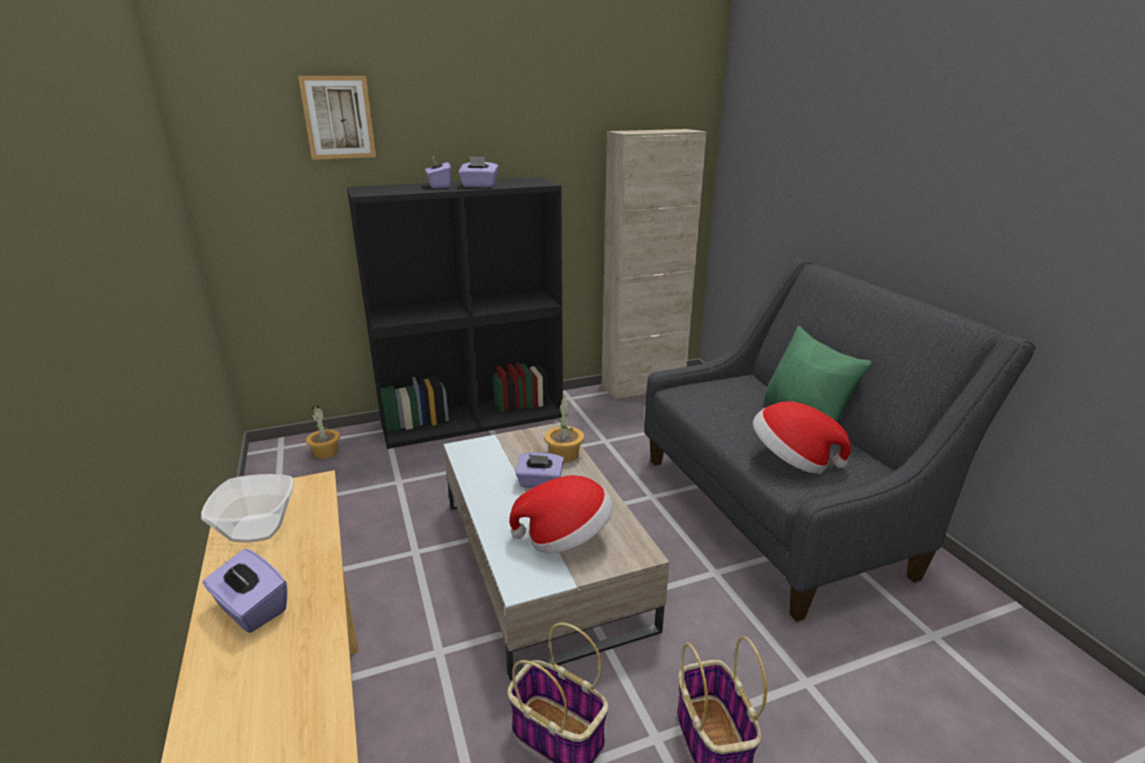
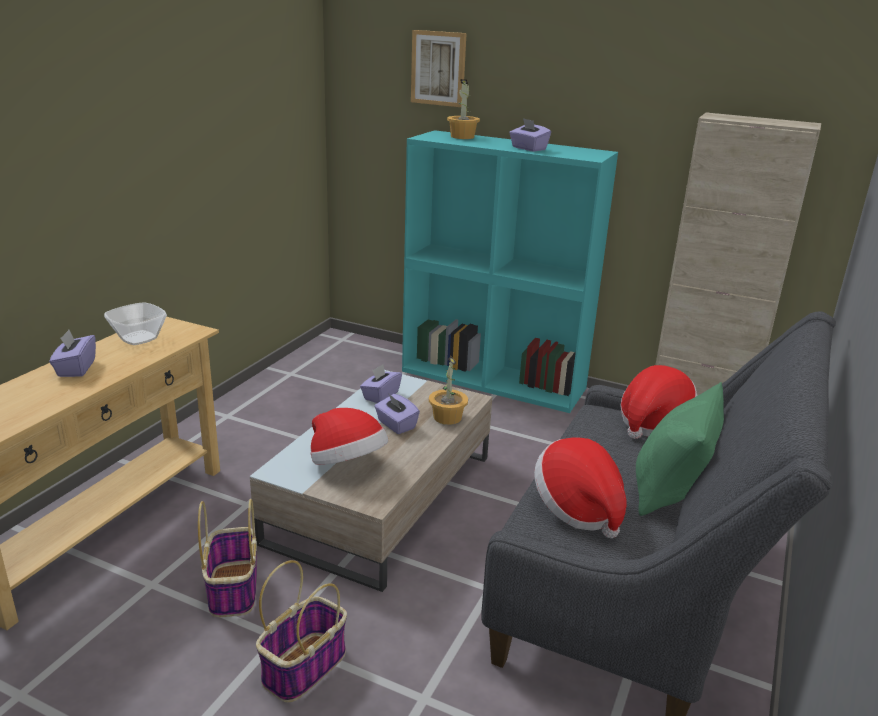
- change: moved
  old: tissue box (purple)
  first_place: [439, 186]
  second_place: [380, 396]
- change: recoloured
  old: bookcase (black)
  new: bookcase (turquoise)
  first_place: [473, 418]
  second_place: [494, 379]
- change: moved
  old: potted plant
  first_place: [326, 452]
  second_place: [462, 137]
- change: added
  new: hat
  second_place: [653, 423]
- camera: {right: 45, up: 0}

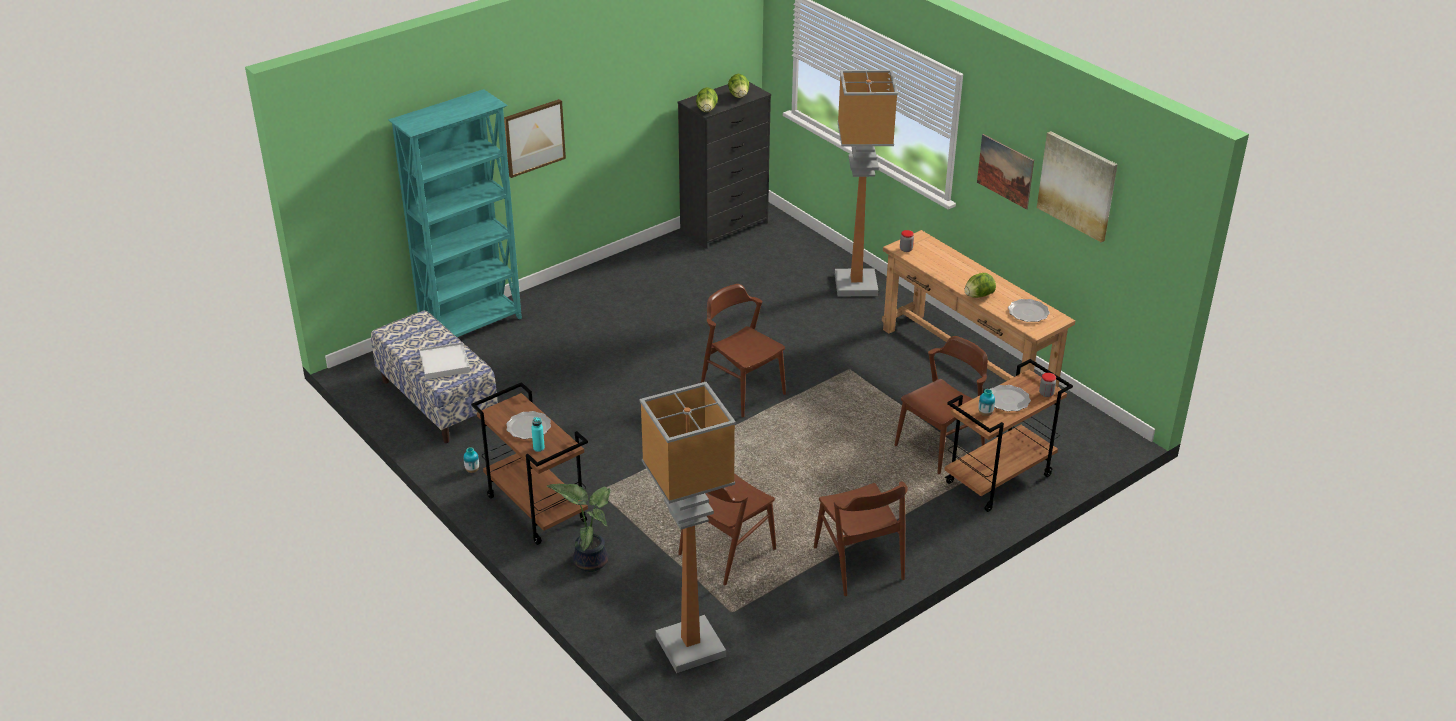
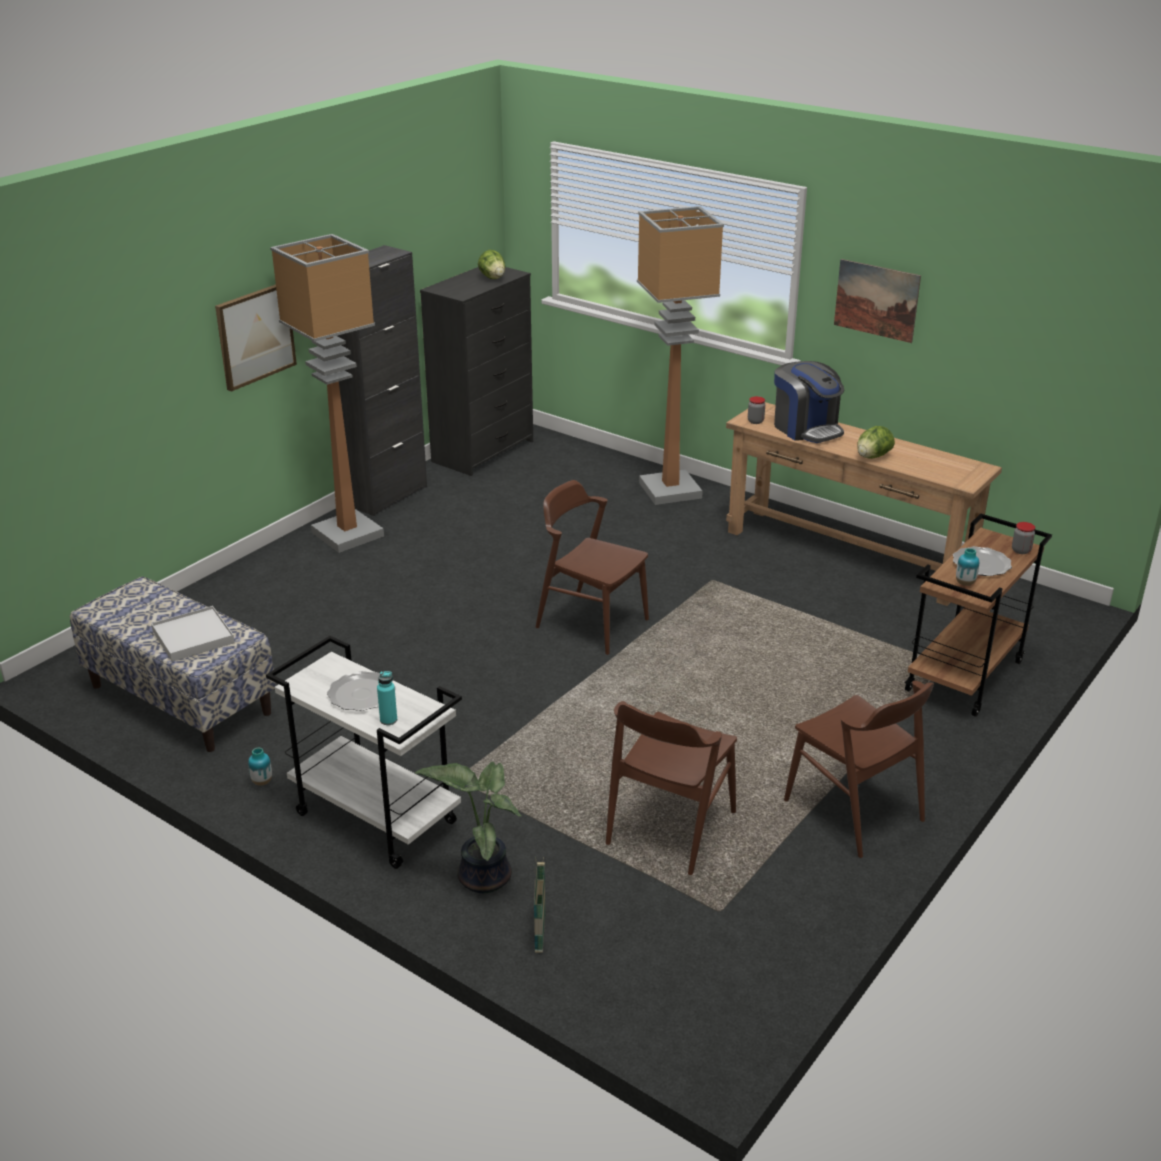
- change: recoloured
  old: cart (brown)
  new: cart (white)
  first_place: [535, 508]
  second_place: [374, 818]
- change: moved
  old: floor lamp
  first_place: [691, 645]
  second_place: [348, 533]
- change: added
  new: cabinet (black)
  second_place: [388, 496]
- change: added
  new: basket
  second_place: [540, 932]
- change: added
  new: coffee machine
  second_place: [806, 428]
- change: removed
  old: bookcase (turquoise)
  first_place: [472, 326]
- change: removed
  old: lettuce
  first_place: [707, 110]
- change: removed
  old: chair (brown)
  first_place: [940, 445]
- change: removed
  old: plate
  first_place: [1028, 312]
- change: removed
  old: picture
  first_place: [1077, 185]
- camera: {right: -15, up: -5}

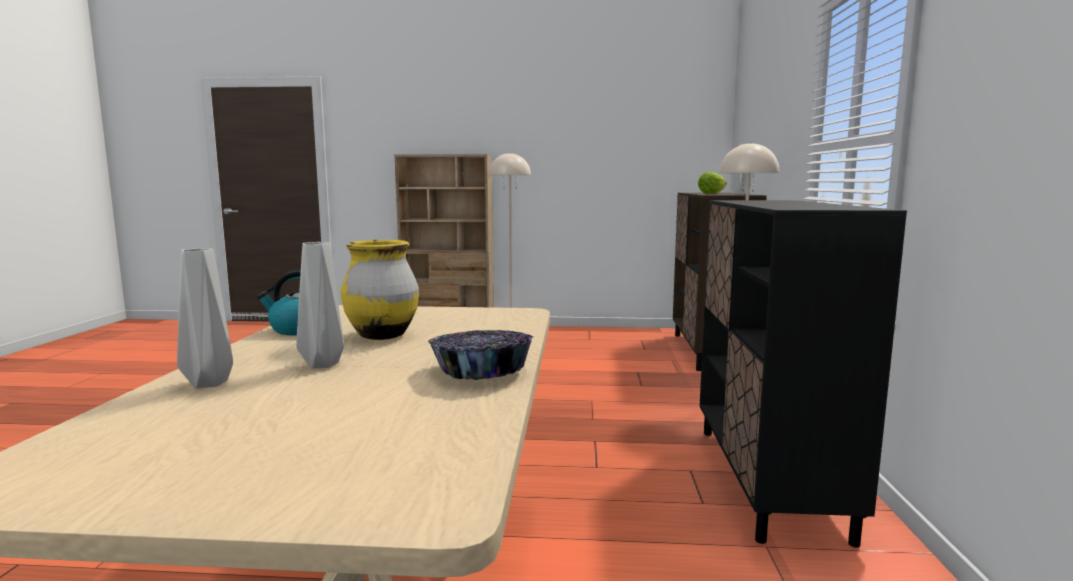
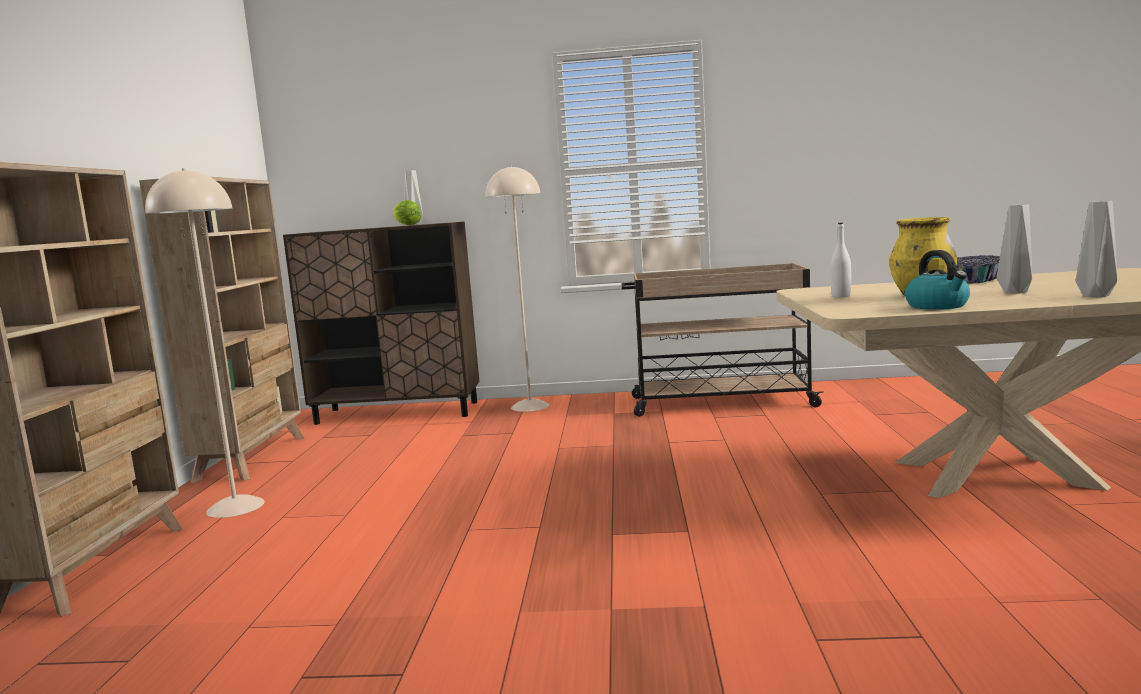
- change: added
  new: bookcase (beige)
  second_place: [253, 458]
- change: replaced
  old: cabinet (black)
  new: cart (beige)
  first_place: [768, 480]
  second_place: [719, 402]
- change: added
  new: bottle (white)
  second_place: [841, 296]
- camera: {right: -90, up: 0}

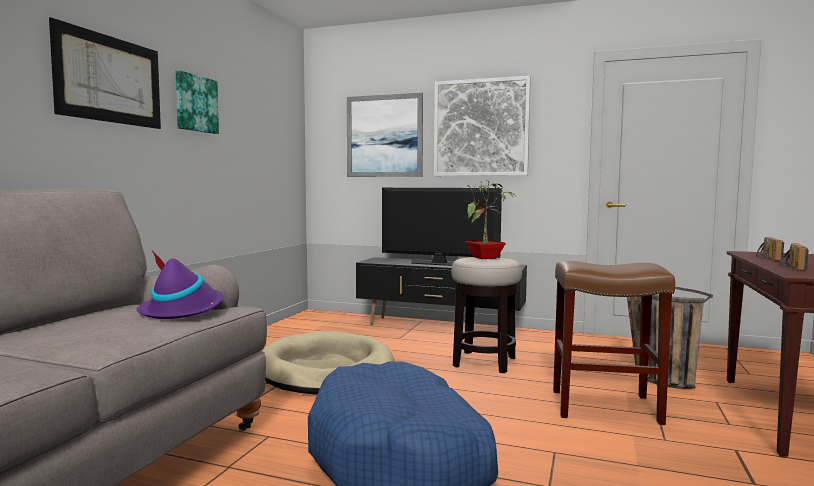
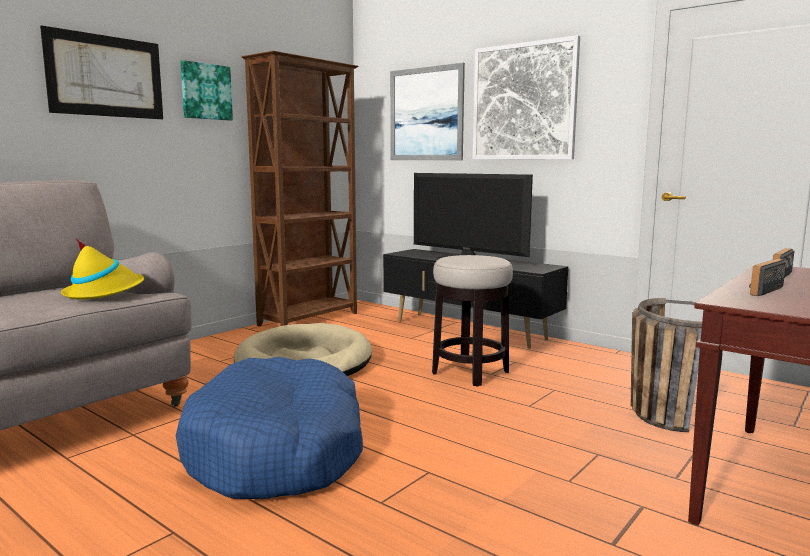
- change: recoloured
  old: hat (purple)
  new: hat (yellow)
  first_place: [183, 310]
  second_place: [104, 292]
- change: added
  new: bookcase (brown)
  second_place: [310, 319]
- change: removed
  old: potted plant
  first_place: [485, 258]
- change: removed
  old: stool (brown)
  first_place: [606, 406]
- camera: {right: 20, up: 5}

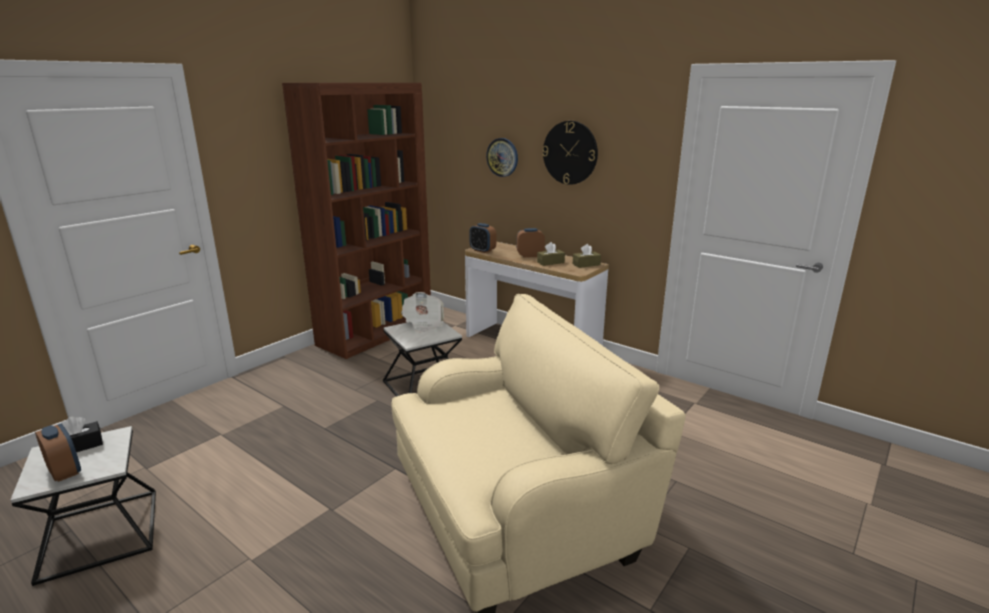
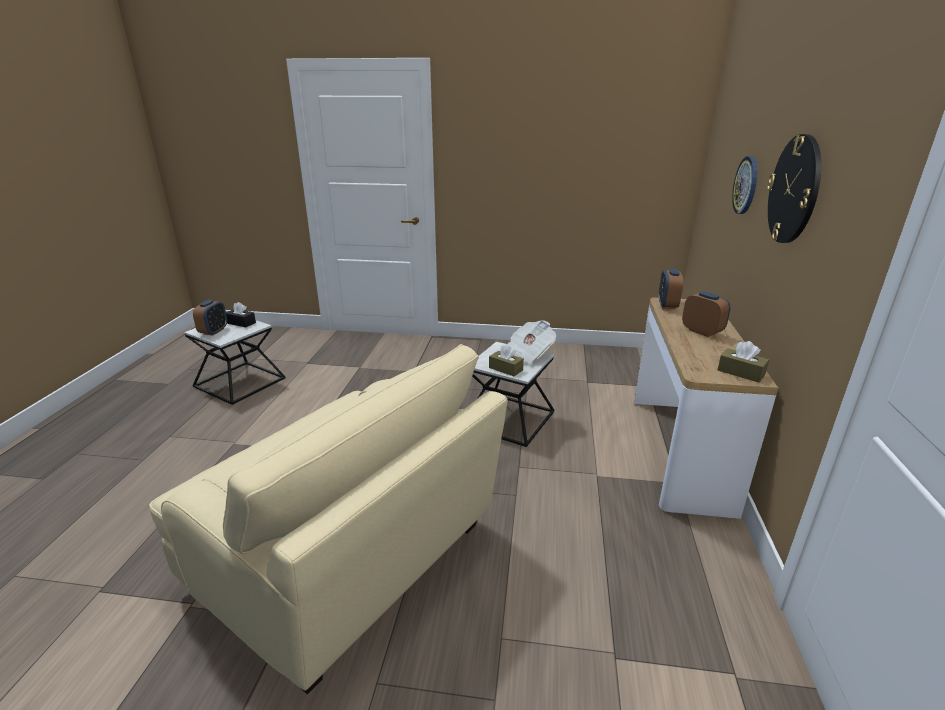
- change: moved
  old: tissue box (brown)
  first_place: [550, 262]
  second_place: [505, 369]
- change: removed
  old: bookcase (brown)
  first_place: [376, 333]
- camera: {right: 60, up: 5}

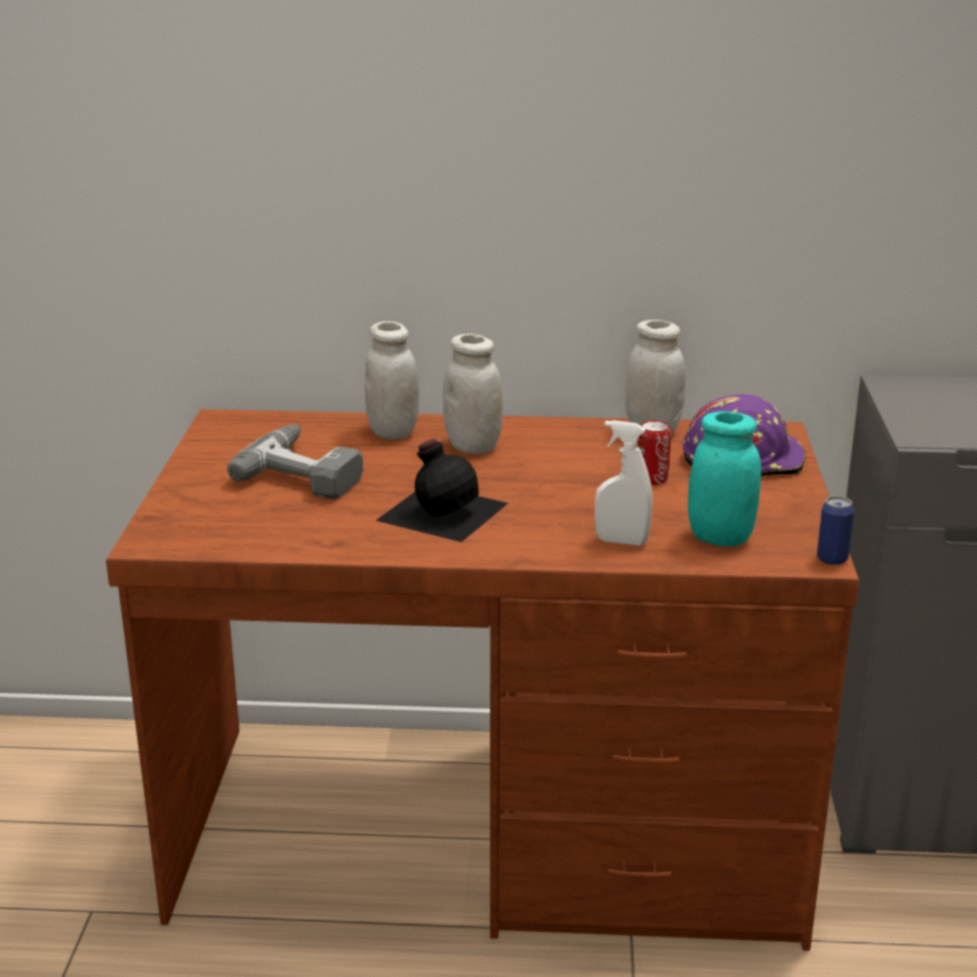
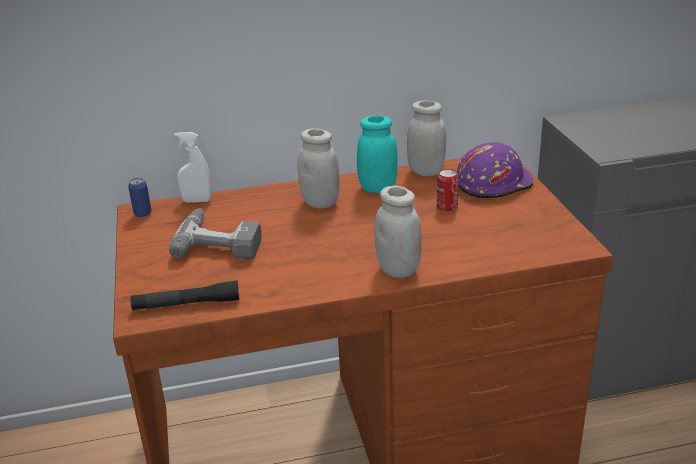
- change: moved
  old: can
  first_place: [832, 559]
  second_place: [142, 213]
- change: added
  new: flashlight (black)
  second_place: [186, 304]
- change: moved
  old: spray bottle (white)
  first_place: [621, 541]
  second_place: [197, 201]
- change: moved
  old: jar (turquoise)
  first_place: [720, 538]
  second_place: [377, 188]
- change: moved
  old: jar (white)
  first_place: [393, 432]
  second_place: [398, 270]
- change: removed
  old: bottle (black)
  first_place: [442, 510]
- camera: {right: -15, up: 5}

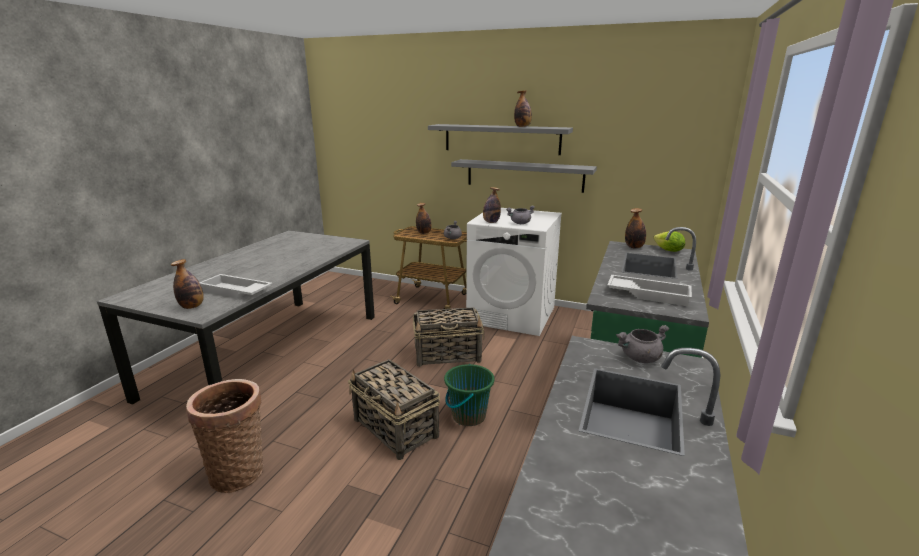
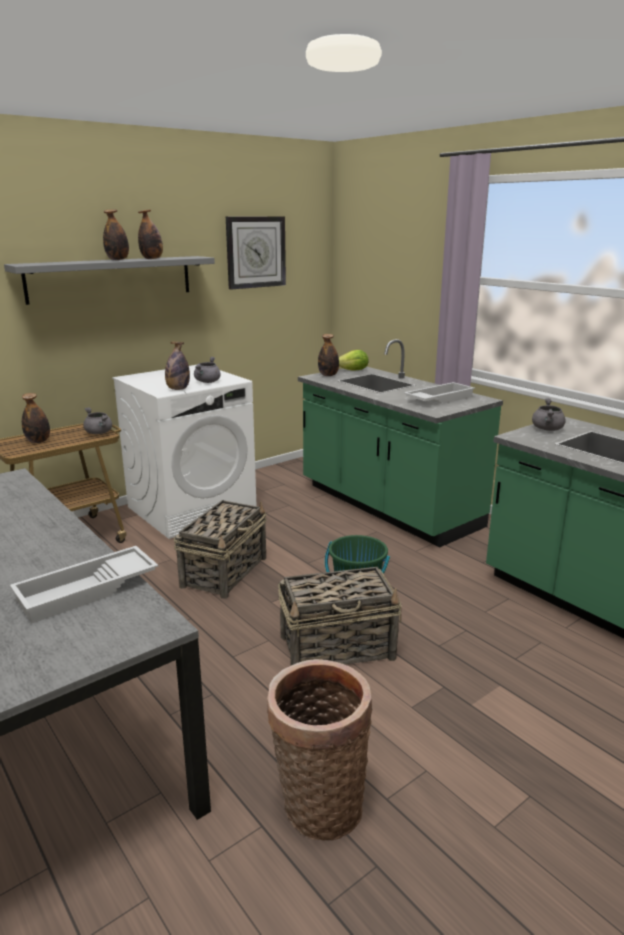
- change: moved
  old: bottle
  first_place: [192, 306]
  second_place: [118, 259]
- change: added
  new: wall clock
  second_place: [255, 252]
- change: removed
  old: shelf (grey)
  first_place: [524, 175]
- camera: {right: -60, up: 0}

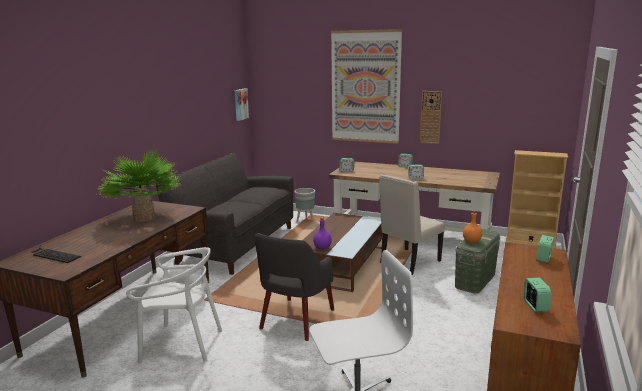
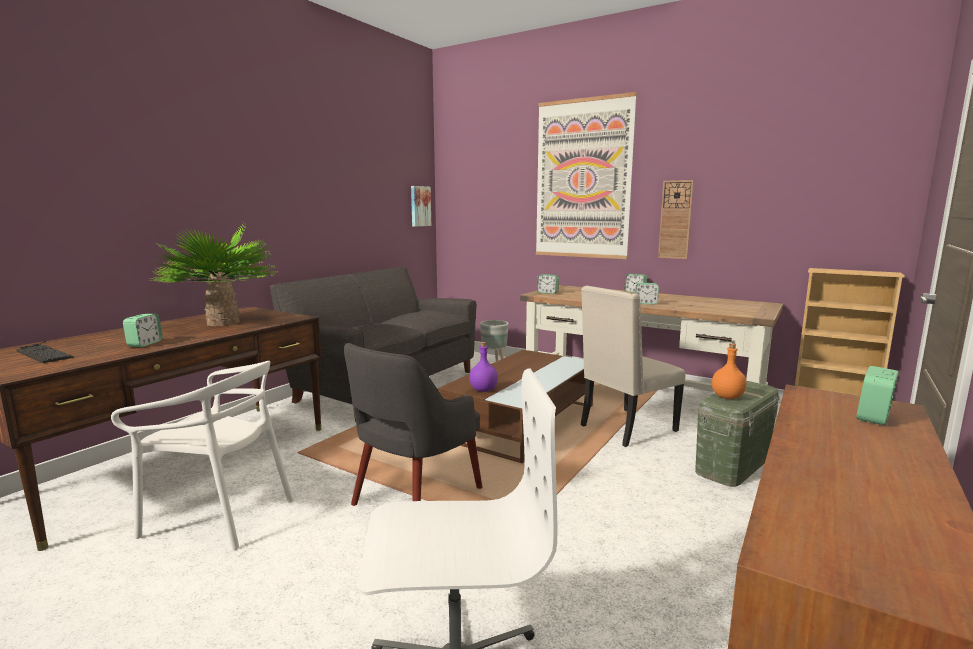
- change: moved
  old: alarm clock
  first_place: [535, 307]
  second_place: [145, 344]
- camera: {right: 10, up: -5}

